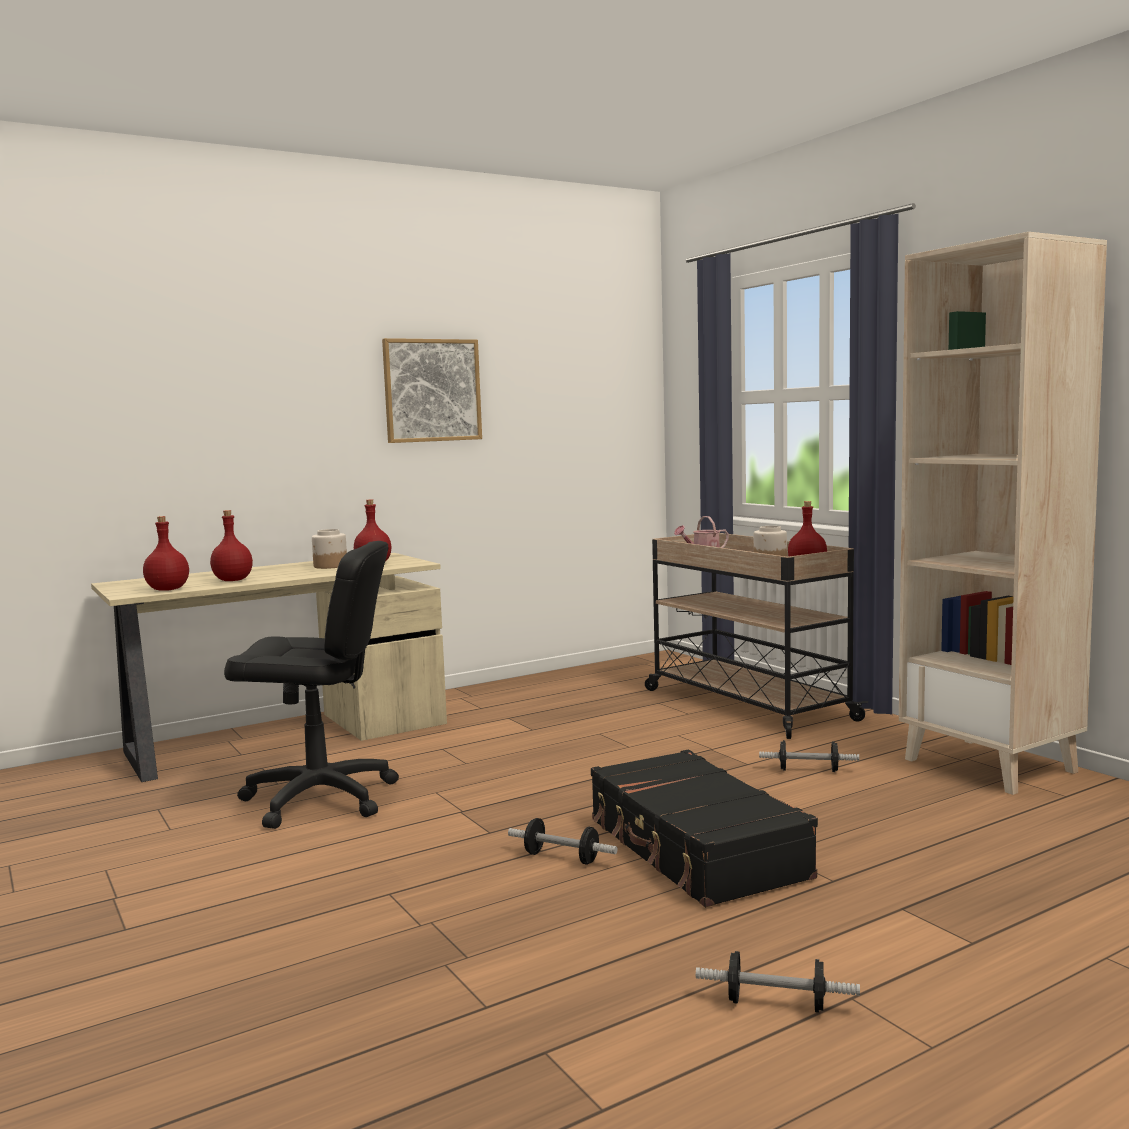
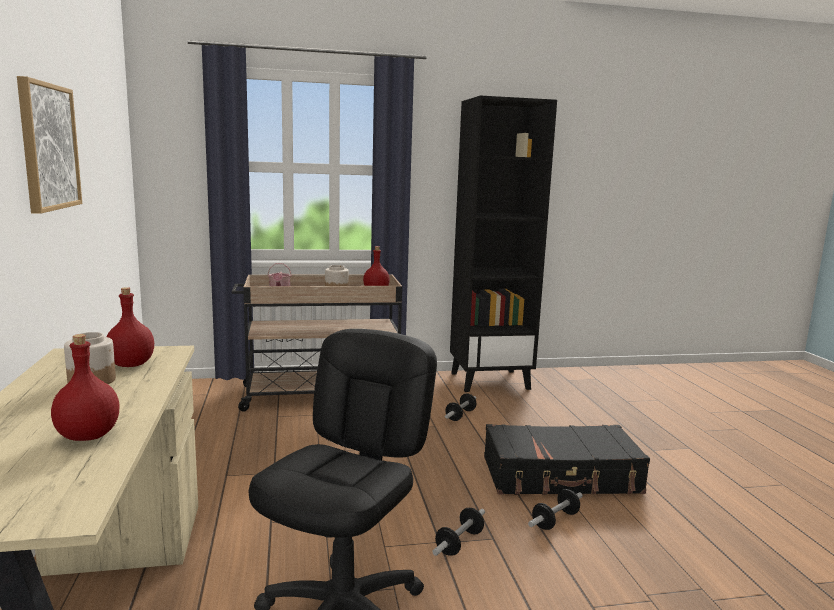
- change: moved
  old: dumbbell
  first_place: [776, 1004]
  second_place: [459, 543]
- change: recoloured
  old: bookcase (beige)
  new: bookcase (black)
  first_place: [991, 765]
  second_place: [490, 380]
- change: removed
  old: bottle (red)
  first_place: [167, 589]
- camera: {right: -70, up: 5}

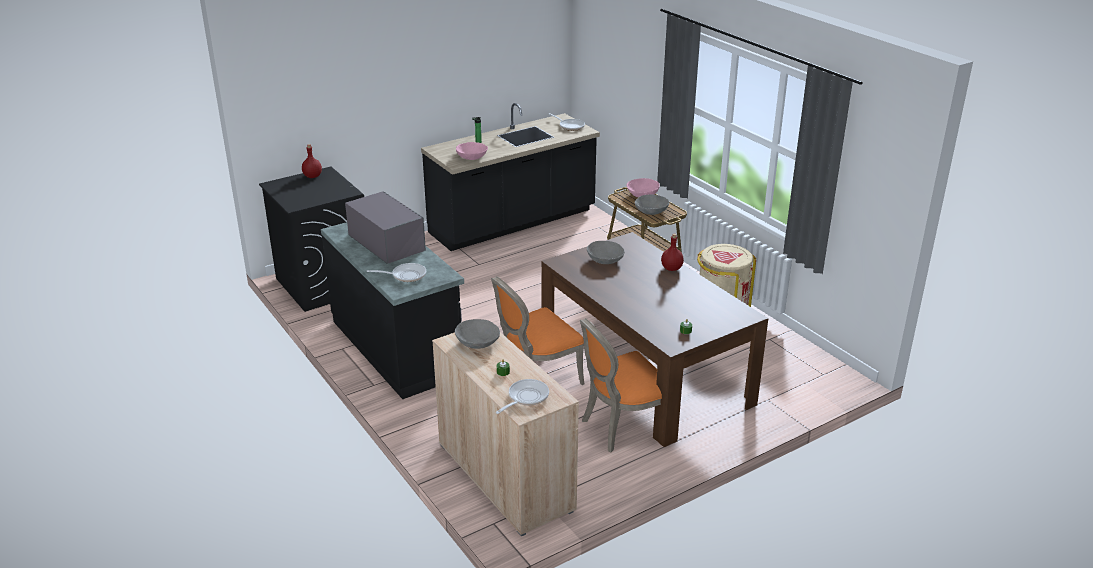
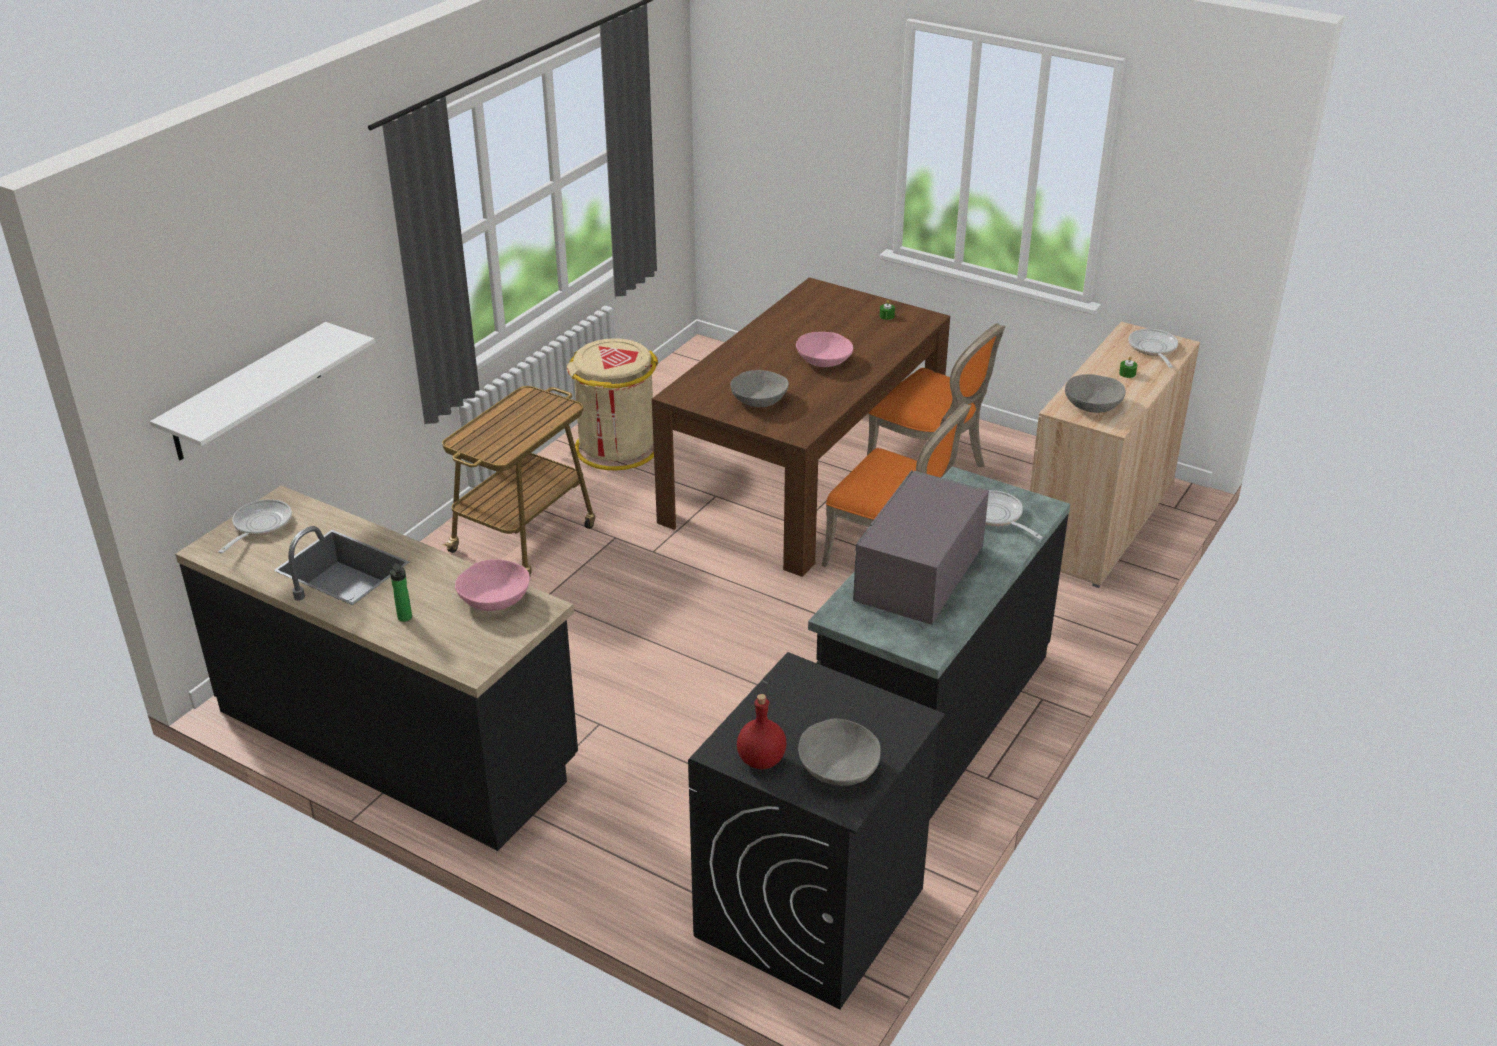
- change: added
  new: shelf (white)
  second_place: [247, 392]
- change: moved
  old: bowl (pink)
  first_place: [642, 194]
  second_place: [823, 360]
- change: moved
  old: bowl (grey)
  first_place: [651, 211]
  second_place: [838, 768]
- change: turned
  old: frying pan
  first_place: [526, 397]
  second_place: [1153, 349]
  degrees: 75
- change: removed
  old: bottle (red)
  first_place: [672, 268]
- camera: {right: -115, up: 5}

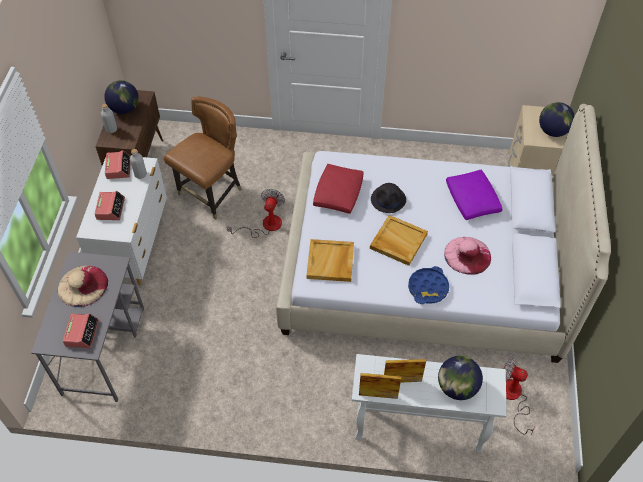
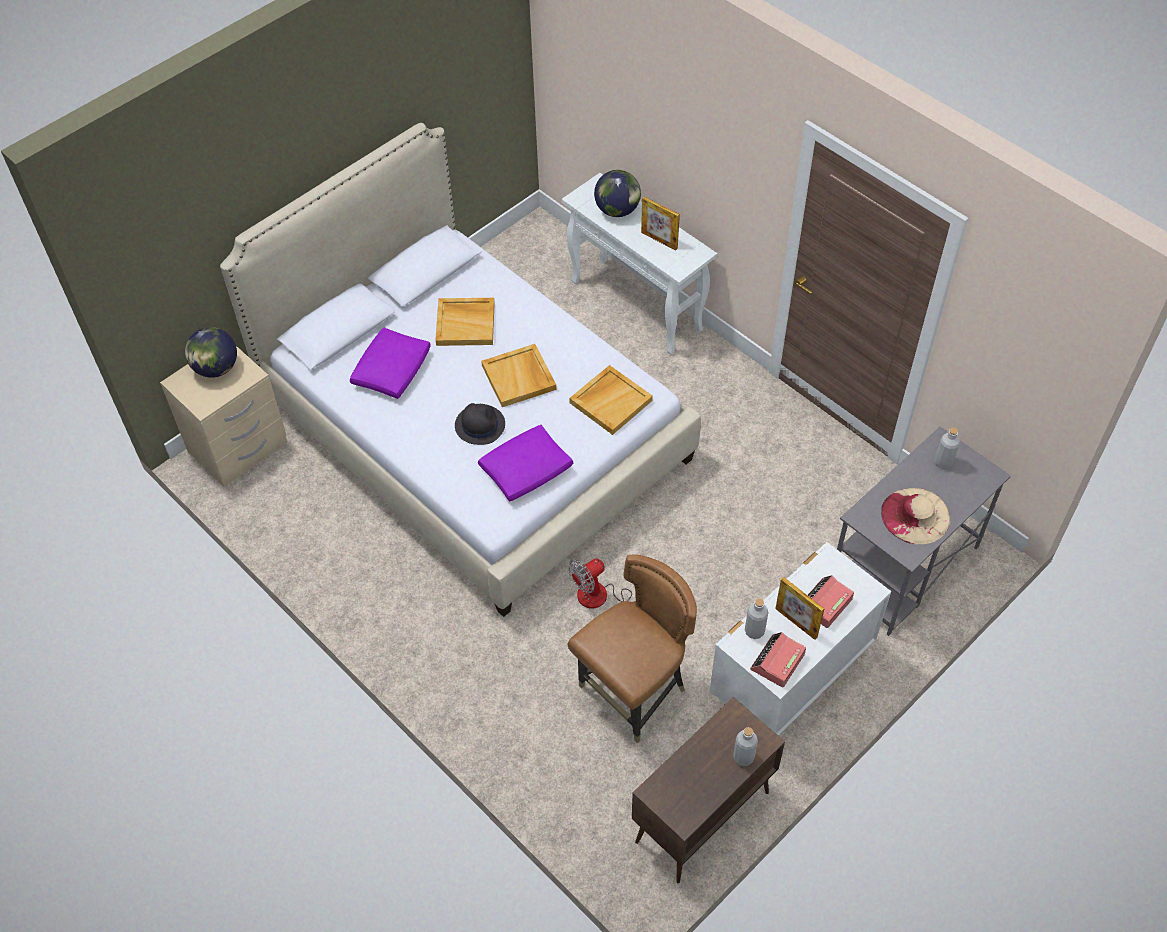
- change: replaced
  old: hat (pink)
  new: tray (beige)
  first_place: [467, 255]
  second_place: [466, 323]
- change: recoloured
  old: pillow (red)
  new: pillow (purple)
  first_place: [338, 194]
  second_place: [526, 469]
- change: turned
  old: chair (brown)
  first_place: [211, 194]
  second_place: [634, 692]
  degrees: 150
- change: moved
  old: picture frame
  first_place: [378, 395]
  second_place: [796, 623]
- change: replaced
  old: alarm clock
  new: bottle (grey)
  first_place: [82, 333]
  second_place: [943, 462]
- change: removed
  old: globe
  first_place: [125, 109]
- change: removed
  old: tray (blue)
  first_place: [428, 288]
- change: removed
  old: fan
  first_place: [513, 397]
- camera: {right: -140, up: 0}

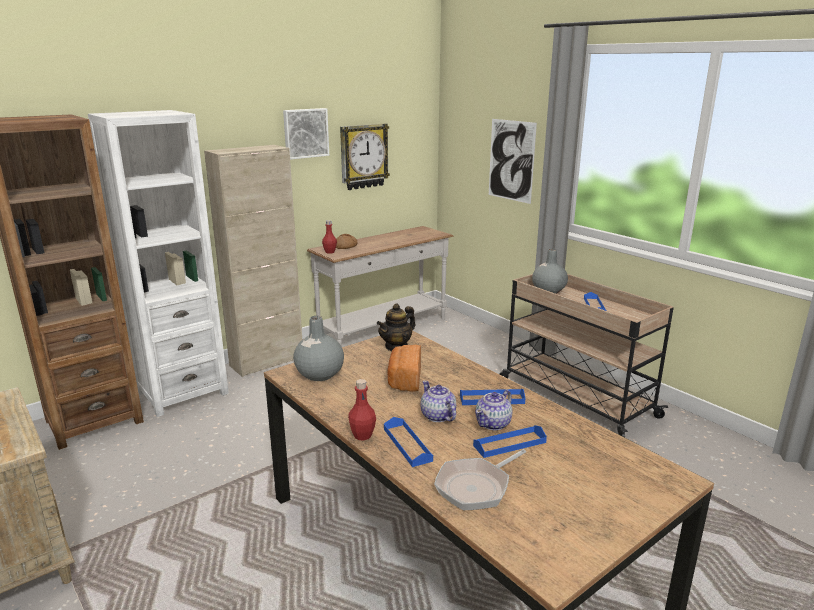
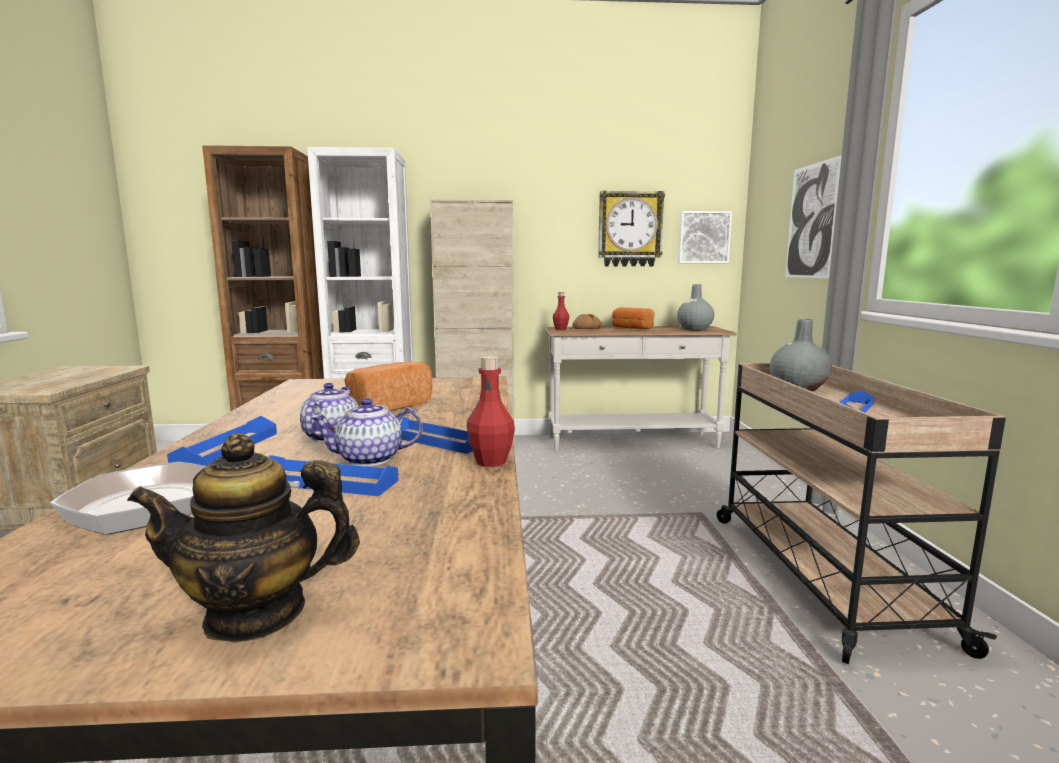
- change: moved
  old: teapot
  first_place: [397, 347]
  second_place: [256, 613]
- change: moved
  old: bottle (red)
  first_place: [362, 435]
  second_place: [491, 462]
- change: added
  new: bread
  second_place: [631, 328]
- change: moved
  old: vase (grey)
  first_place: [319, 374]
  second_place: [694, 329]
- change: moved
  old: picture
  first_place: [305, 133]
  second_place: [703, 237]
- camera: {right: 35, up: -10}

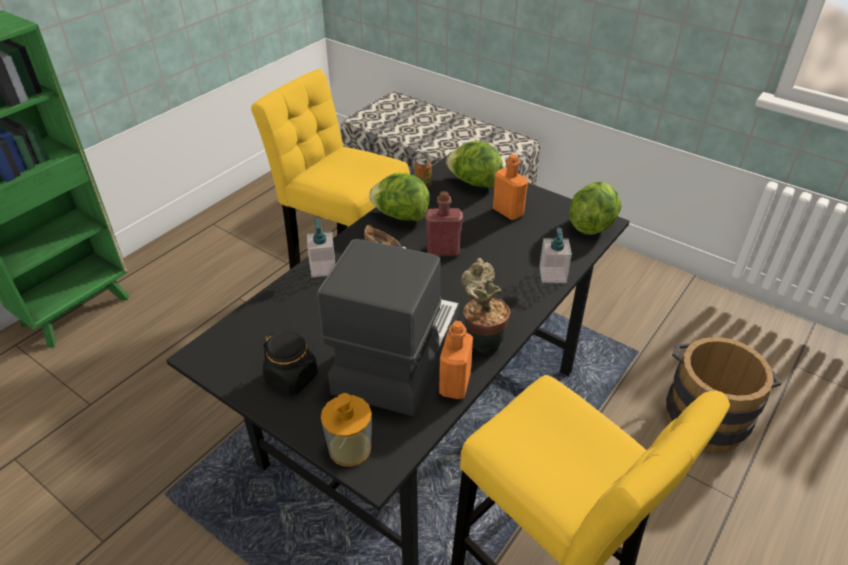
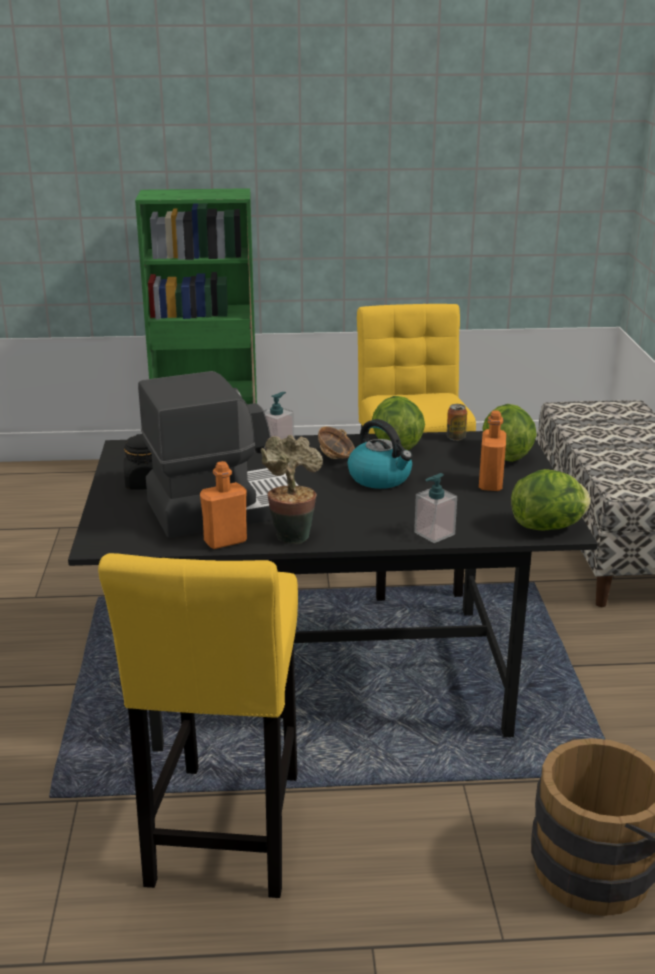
- change: replaced
  old: bottle (red)
  new: kettle
  first_place: [443, 250]
  second_place: [380, 478]
- change: removed
  old: soap dispenser
  first_place: [350, 448]
- camera: {right: 50, up: -15}

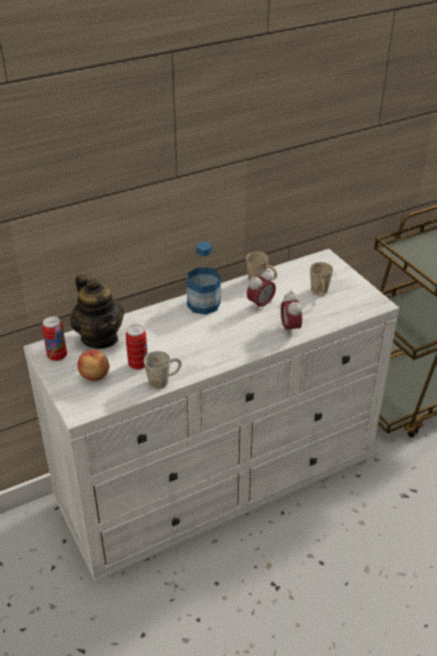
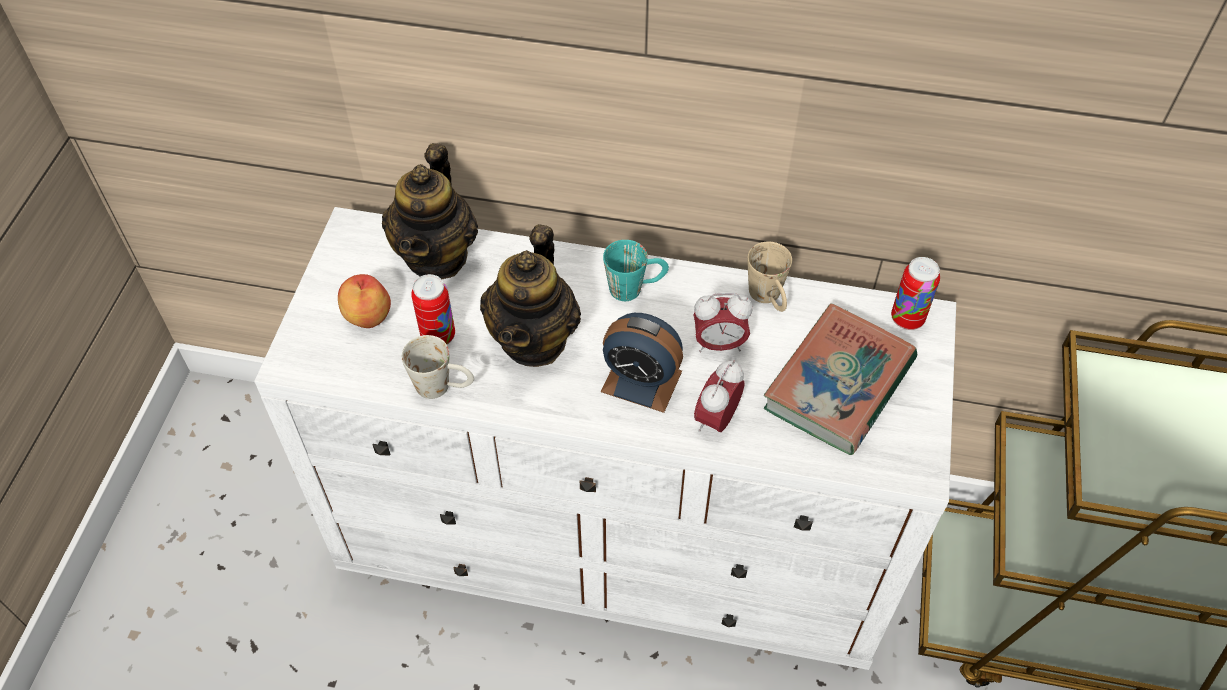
- change: added
  new: teapot
  second_place: [534, 339]
- change: added
  new: alarm clock
  second_place: [641, 381]
- change: replaced
  old: bottle
  new: mug (turquoise)
  first_place: [203, 304]
  second_place: [635, 287]
- change: replaced
  old: mug (beige)
  new: book
  first_place: [320, 294]
  second_place: [839, 384]
- change: moved
  old: can
  first_place: [57, 356]
  second_place: [907, 318]
- camera: {right: 40, up: 15}

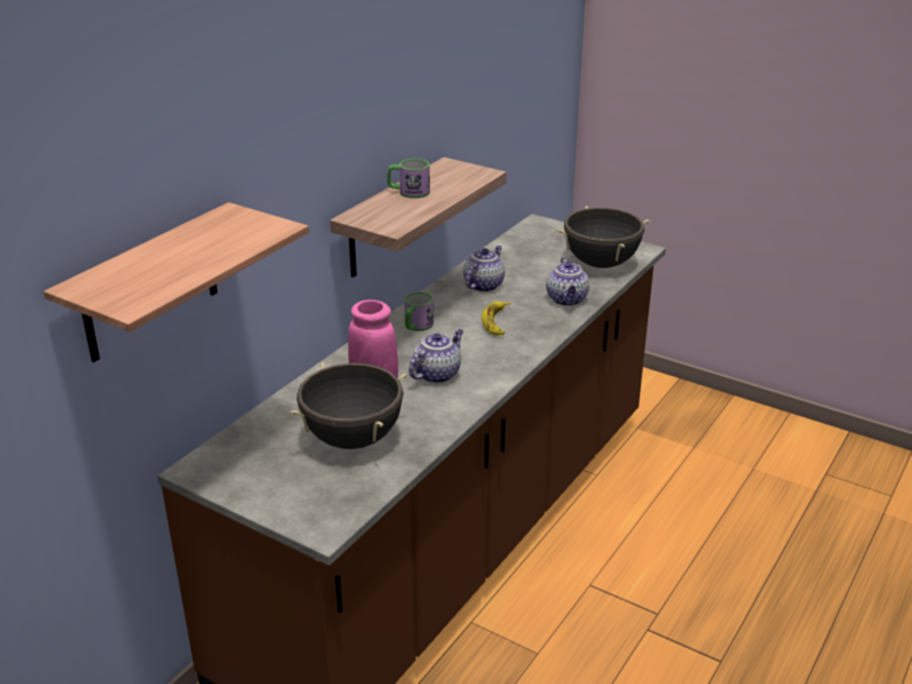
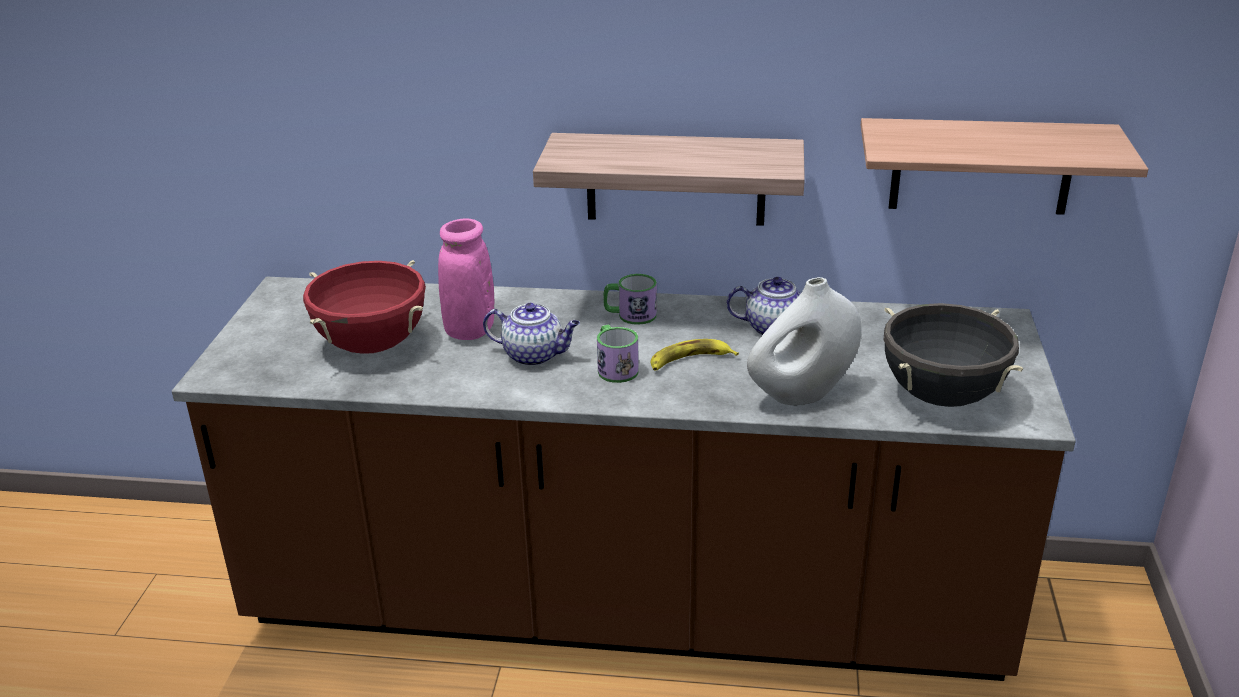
- change: recoloured
  old: cooking pot (black)
  new: cooking pot (red)
  first_place: [352, 439]
  second_place: [372, 345]
- change: moved
  old: mug
  first_place: [408, 192]
  second_place: [615, 367]
- change: replaced
  old: teapot
  new: vase (white)
  first_place: [567, 300]
  second_place: [801, 395]
- change: moved
  old: shelf
  first_place: [150, 284]
  second_place: [981, 166]
- camera: {right: 65, up: 0}

